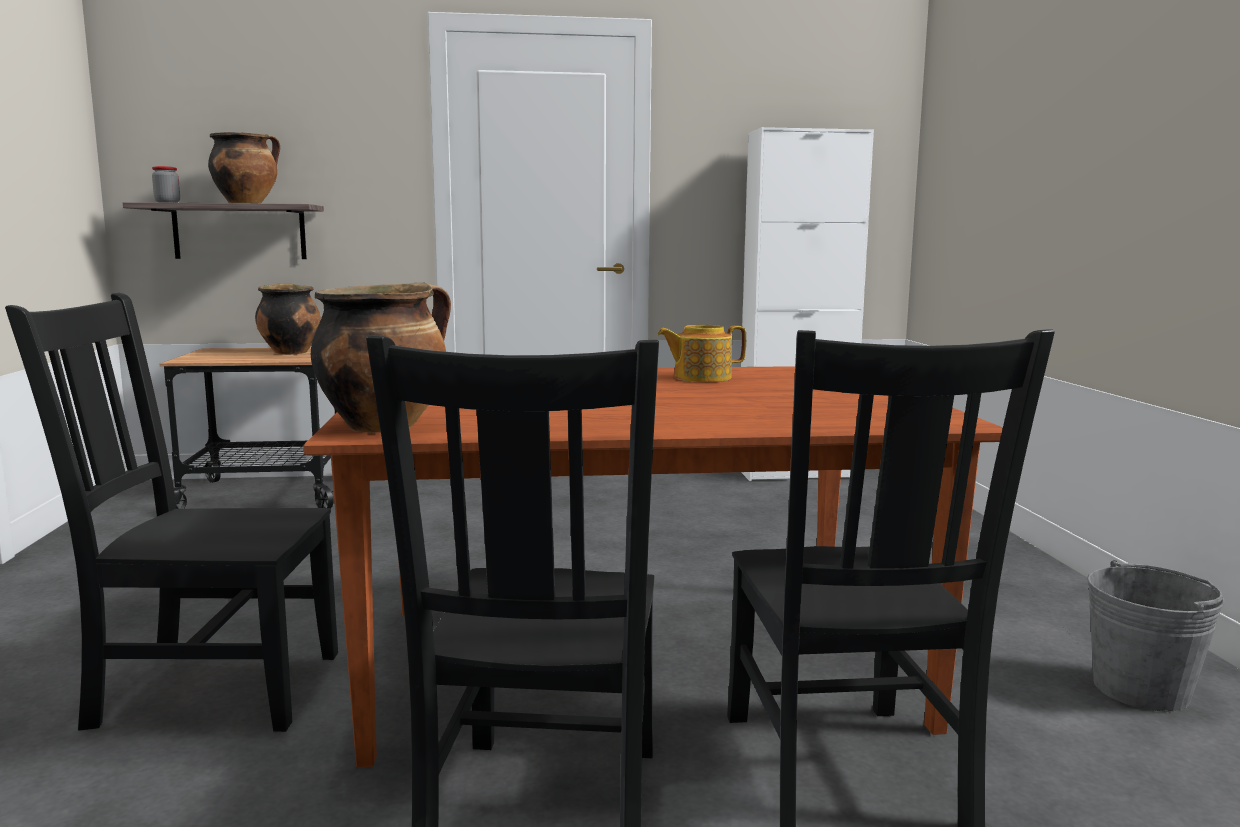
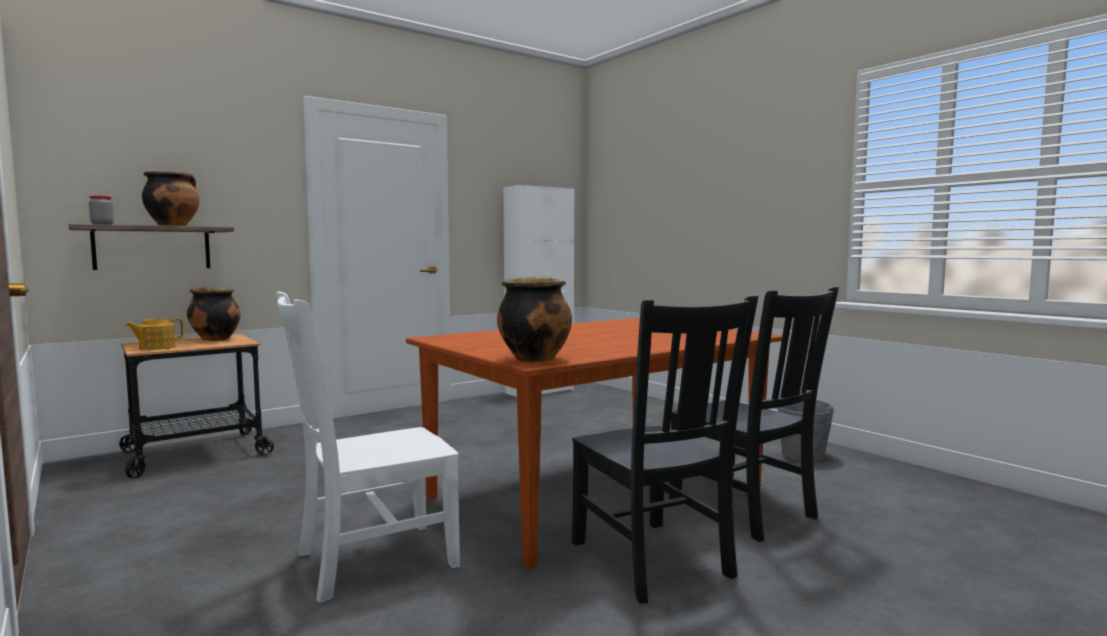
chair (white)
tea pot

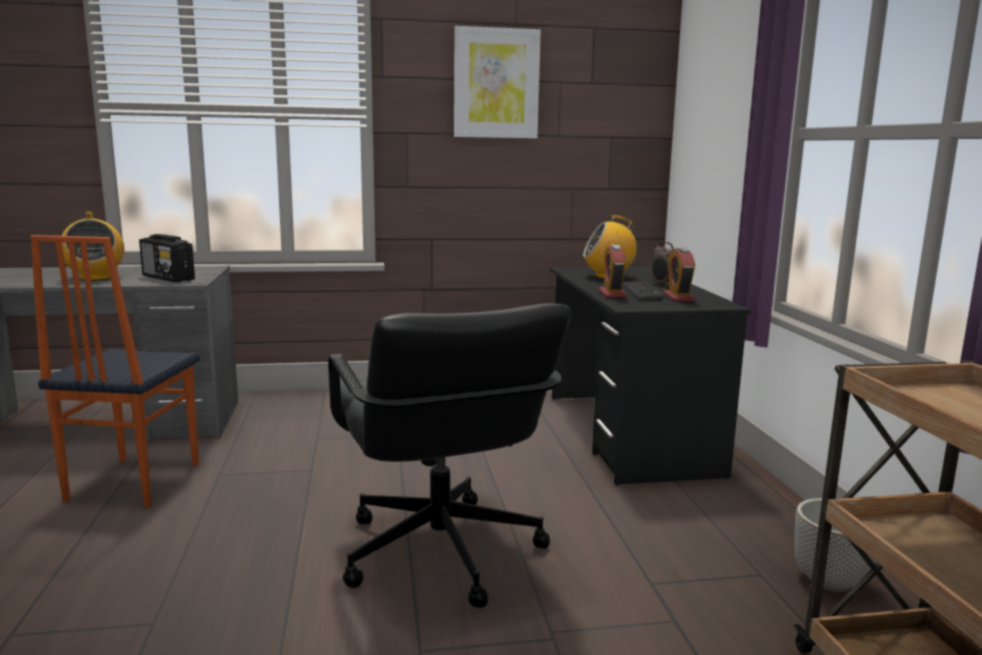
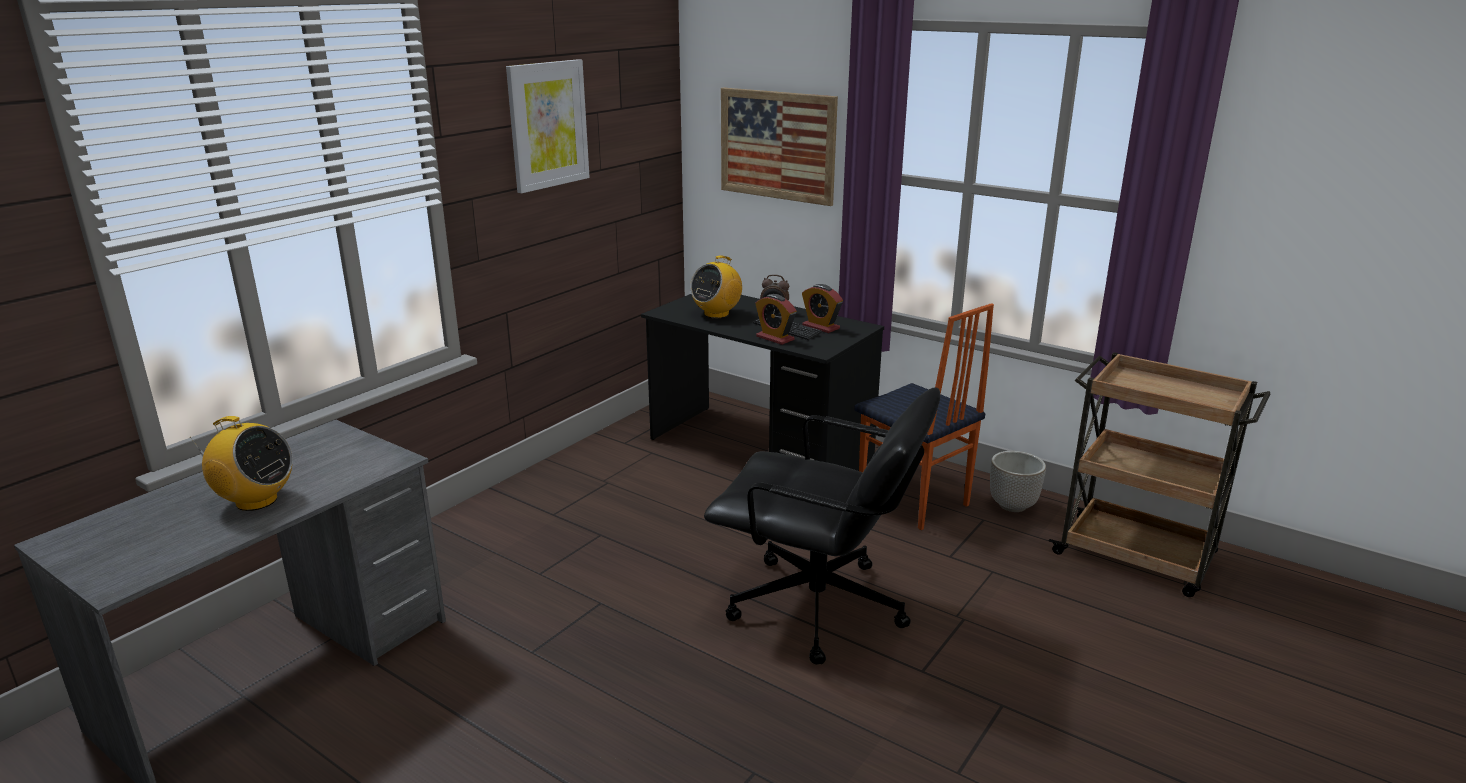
chair
radio set (2nd from left in the first image)
wall picture (2nd from left)

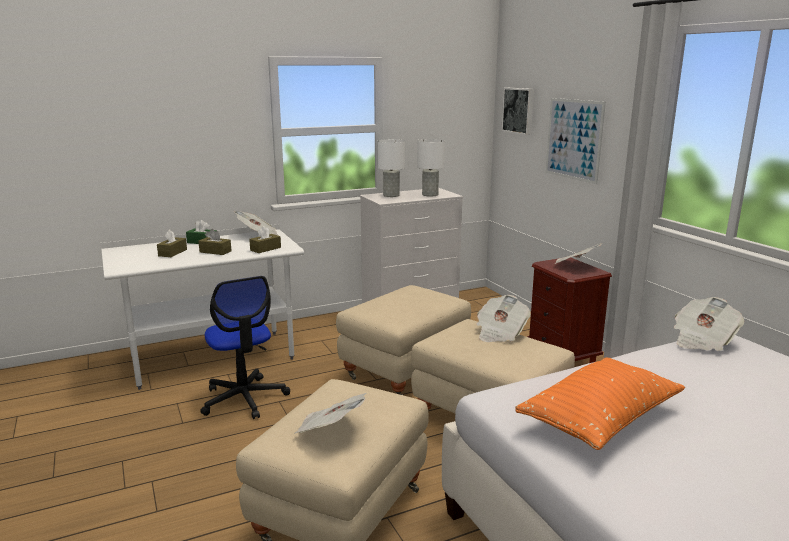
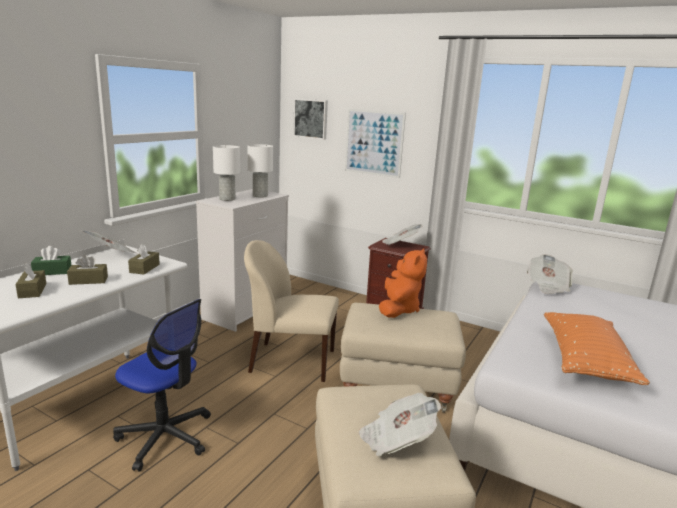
chair (beige)
soft toy (orange-coloured)

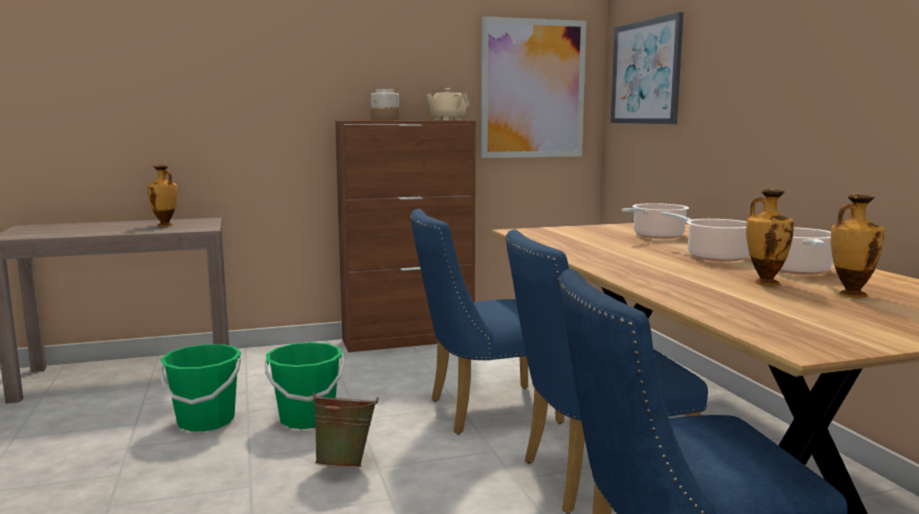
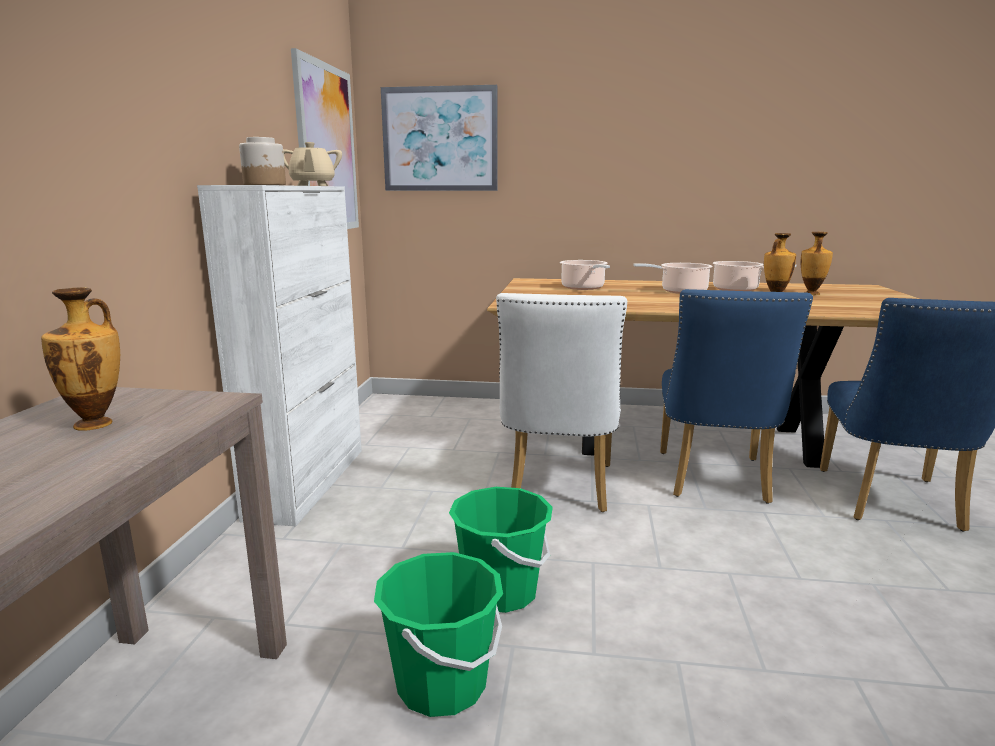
pail (green) (3rd from left in the first image)
cupboard (white)
chair (white)

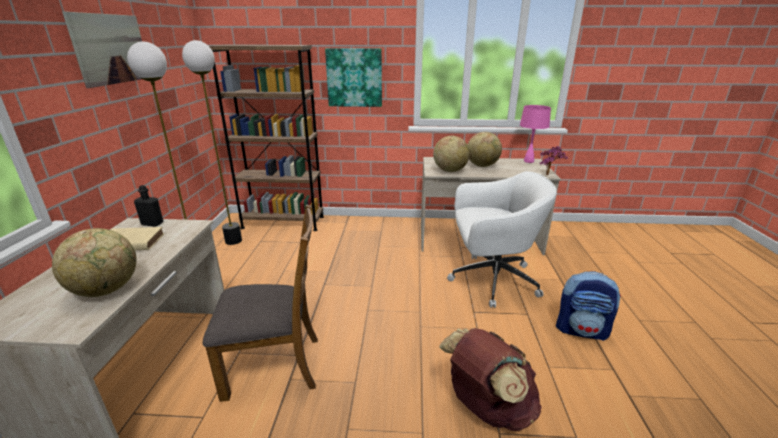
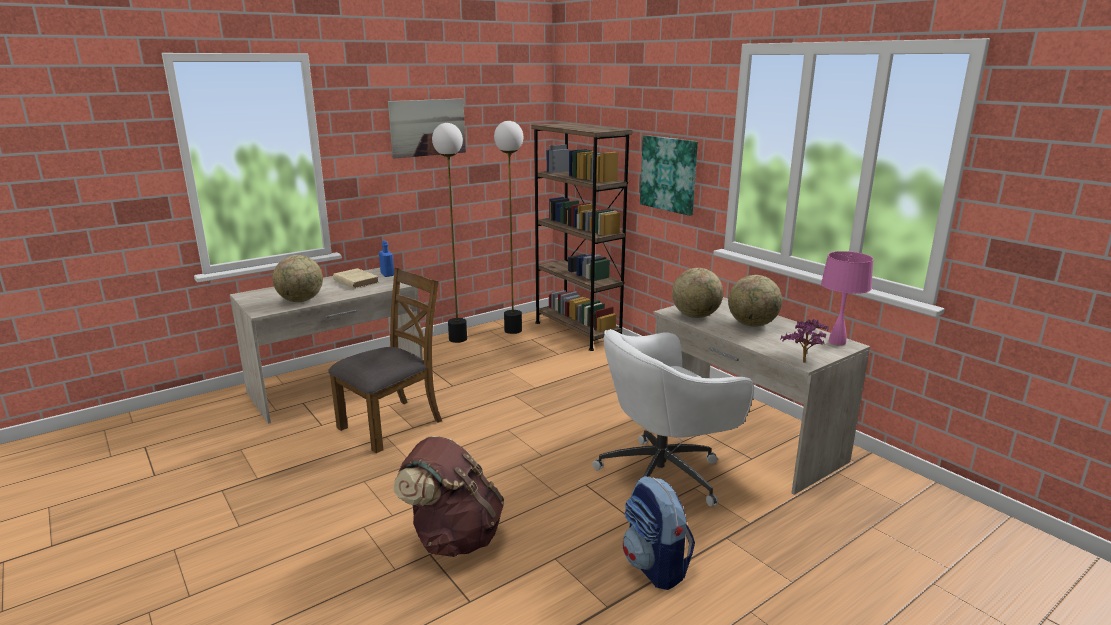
bottle (bluish)
chair (brown-coloured)
computer chair (white)

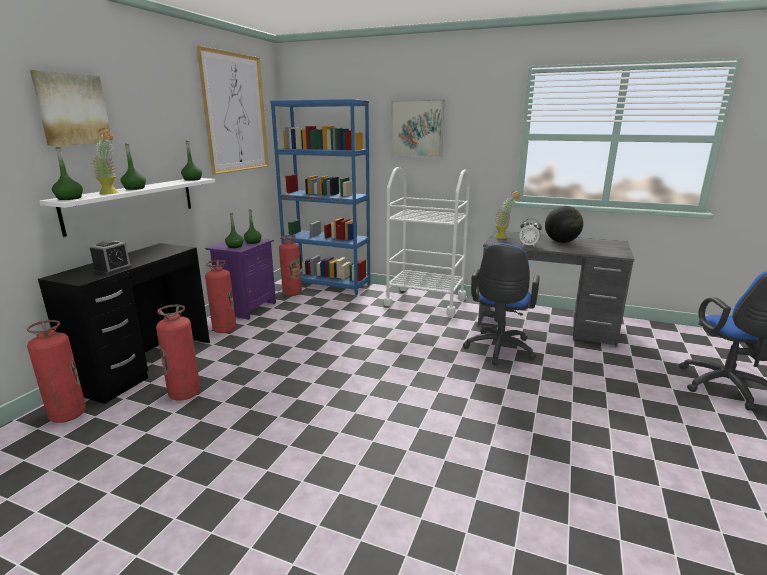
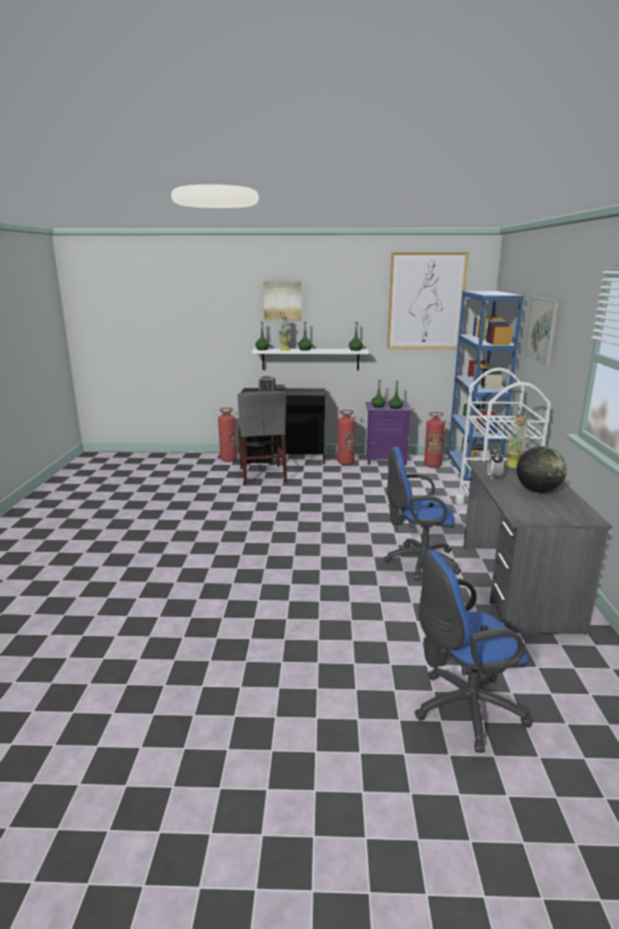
chair (grey)

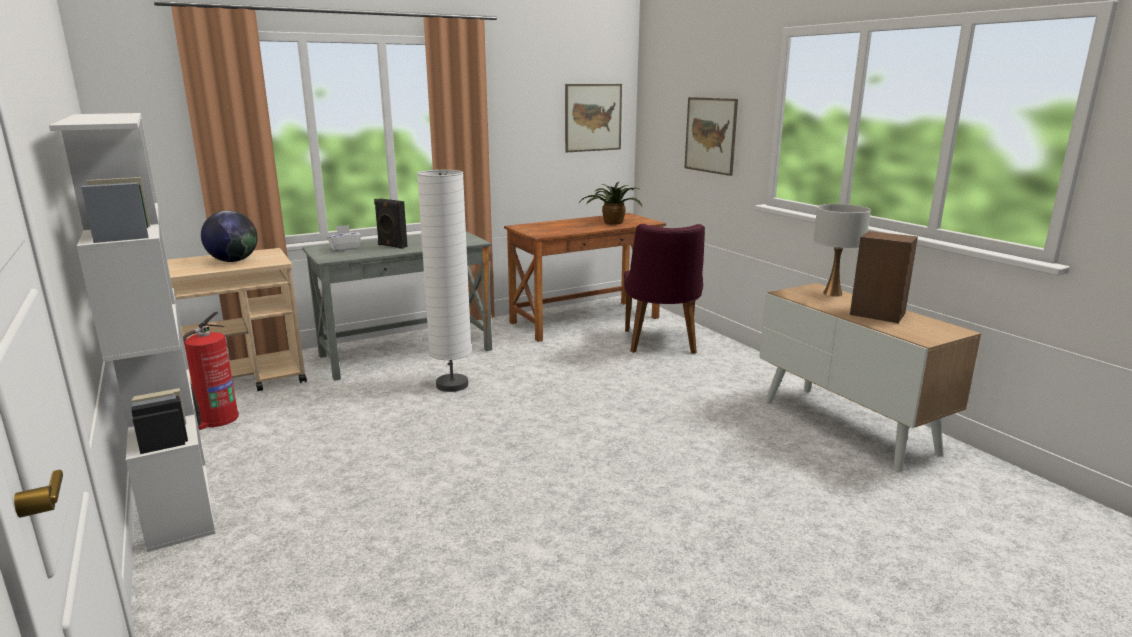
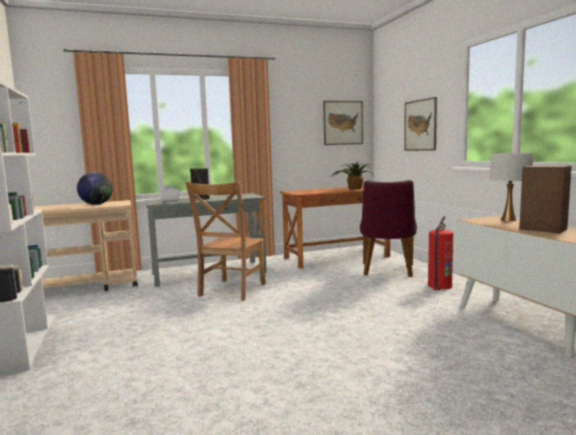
extinguisher
chair (brown-coloured)

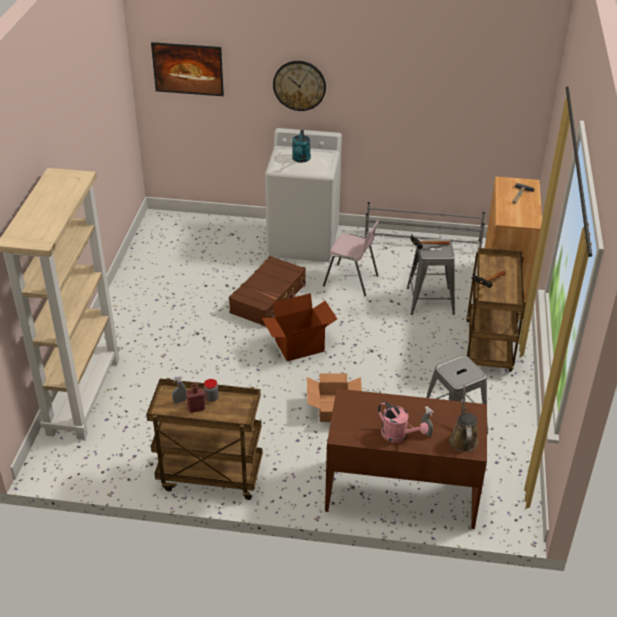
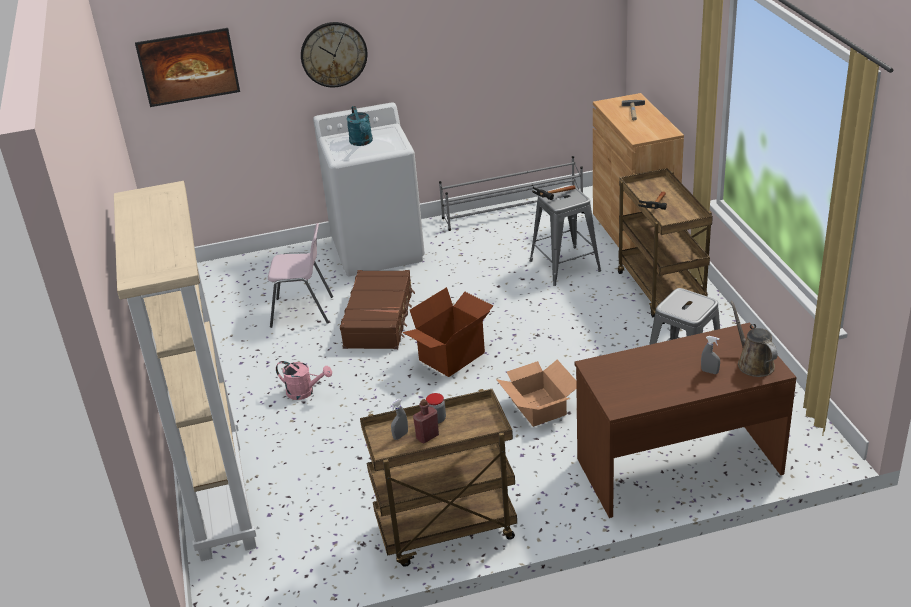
chair (pink-coloured)
sprinkling can (pink-coloured)

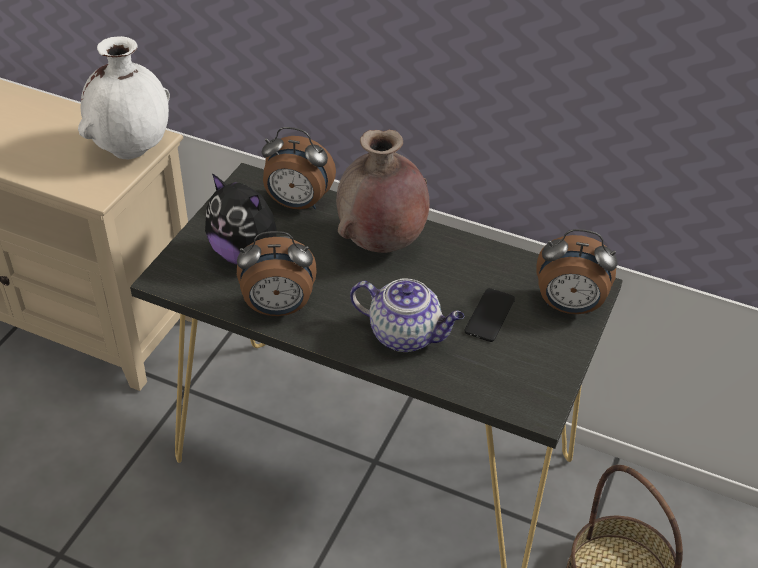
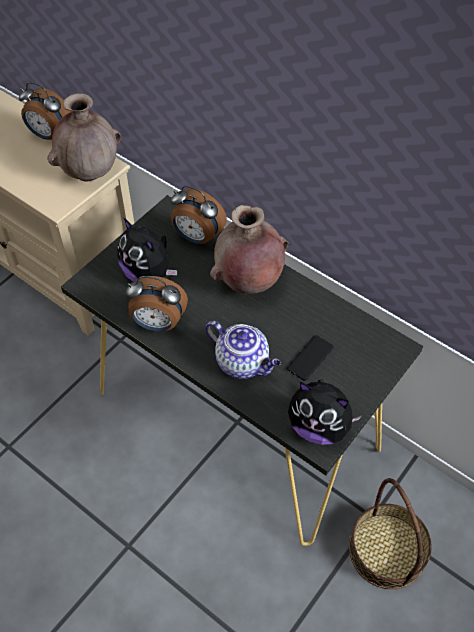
vase (brown-coloured) (1st from left)
table clock (1st from left)
soft toy (2nd from left)

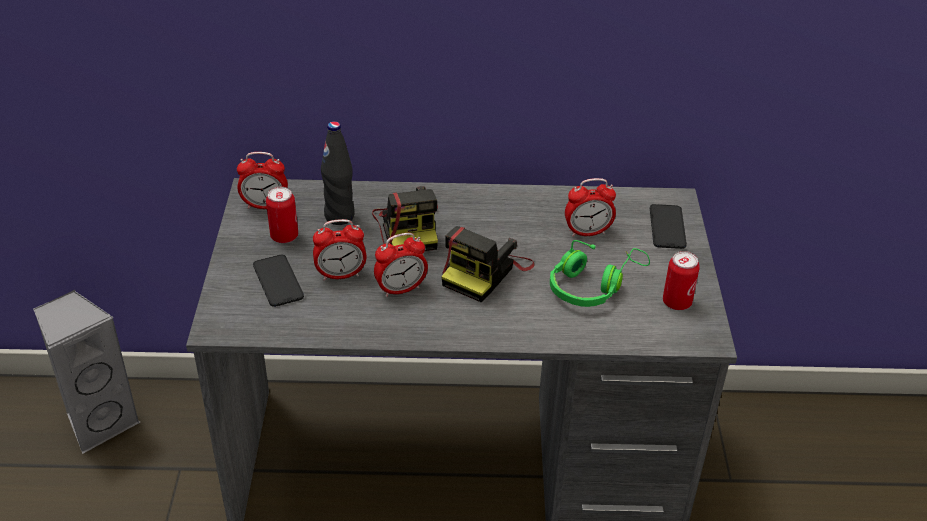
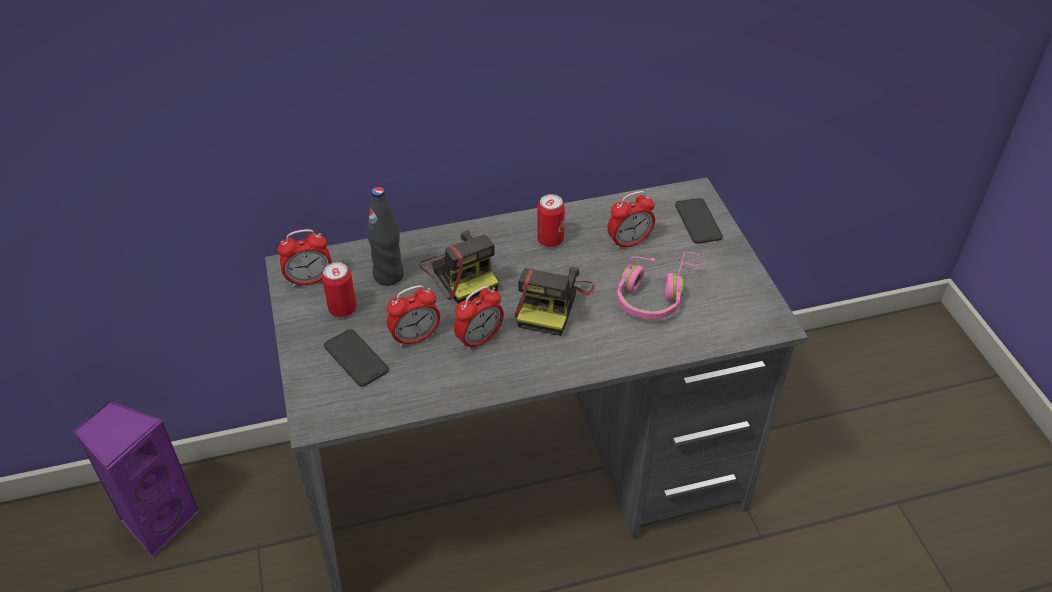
speaker (purple-coloured)
headset (pink-coloured)
metal can (2nd from left)

